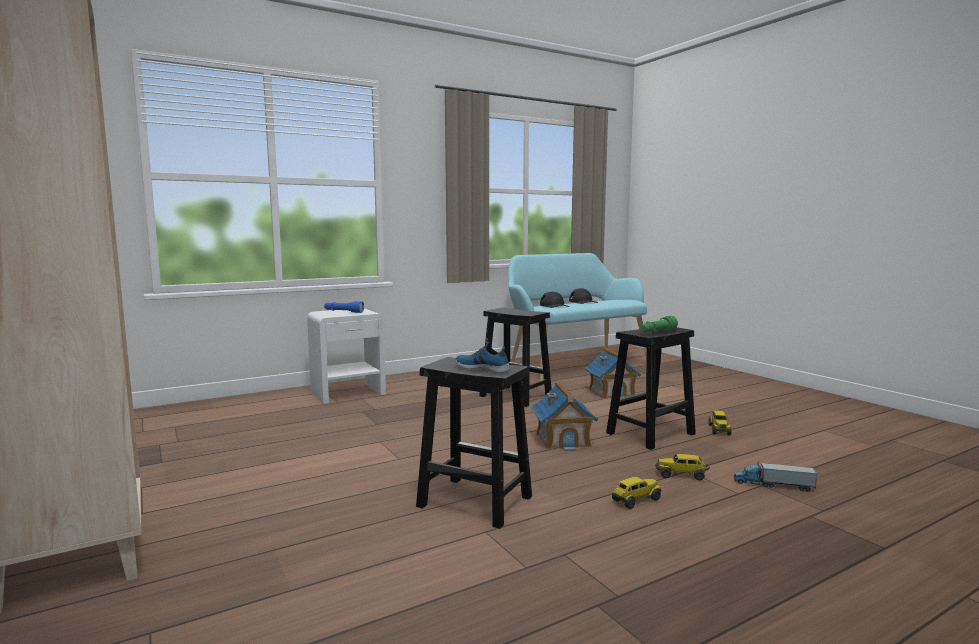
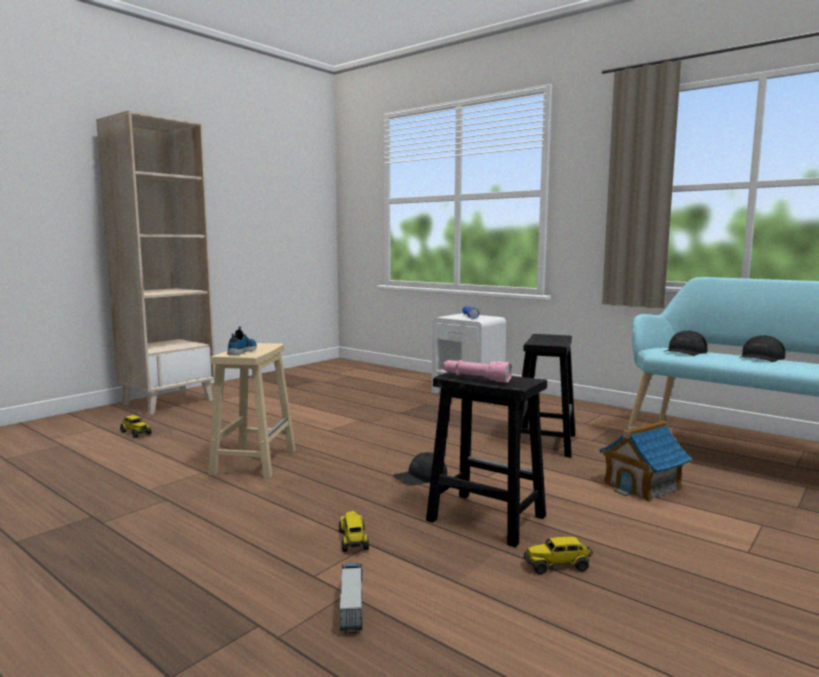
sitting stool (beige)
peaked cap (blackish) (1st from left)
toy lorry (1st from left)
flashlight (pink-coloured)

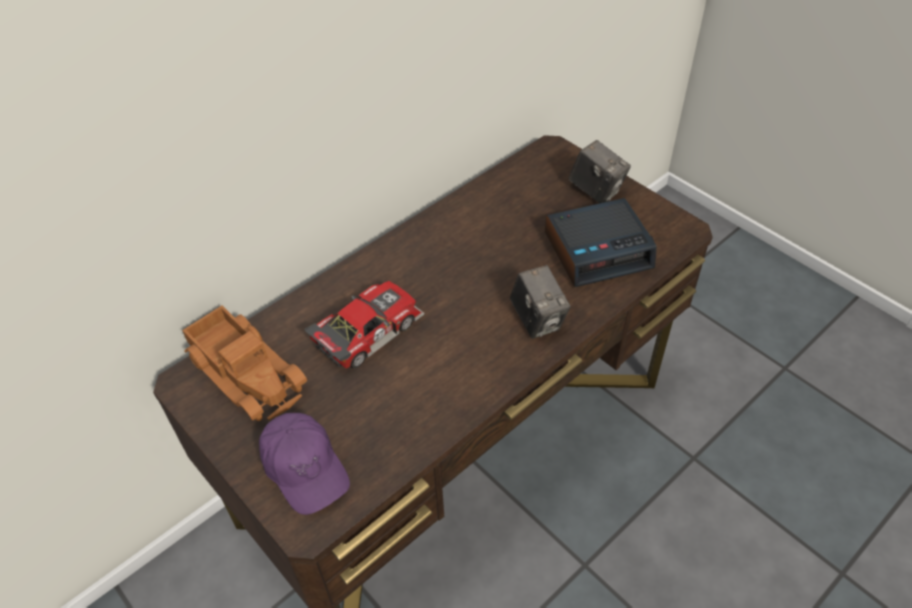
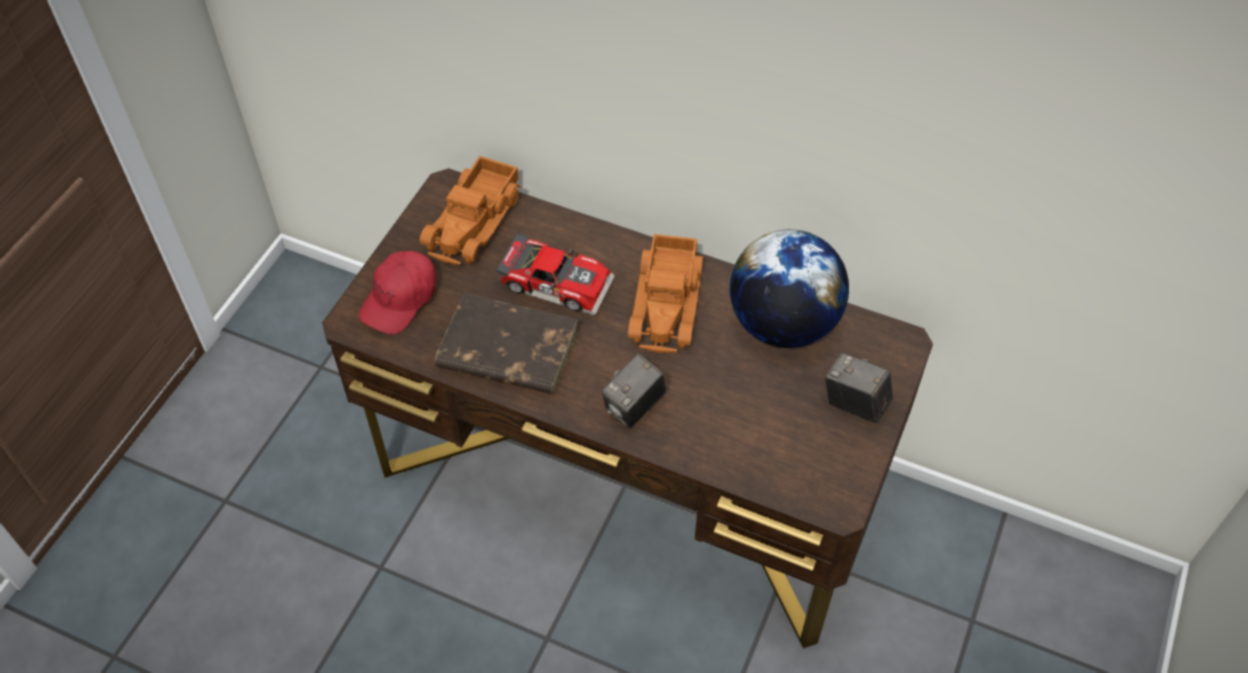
peaked cap (red-coloured)
table clock
still camera (2nd from left)
book (brown-coloured)
toy lorry (2nd from left)
globe

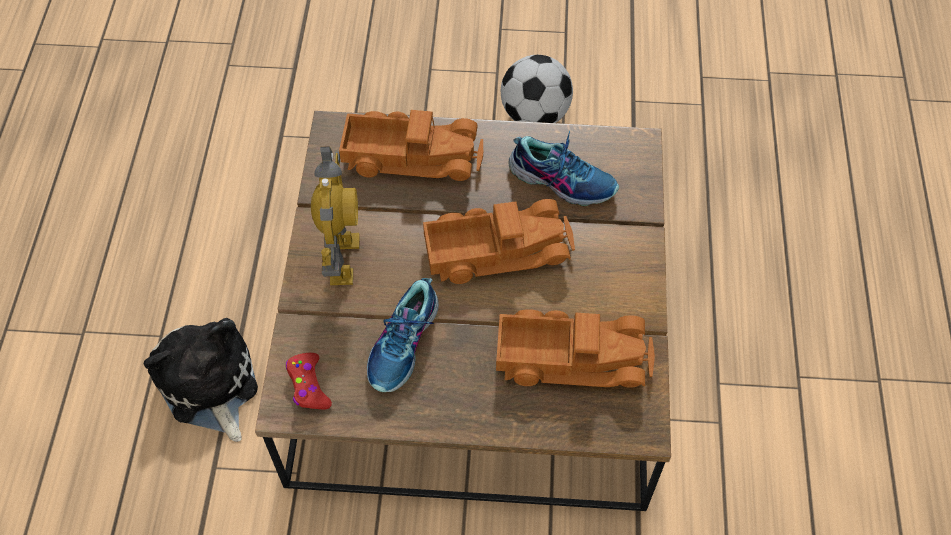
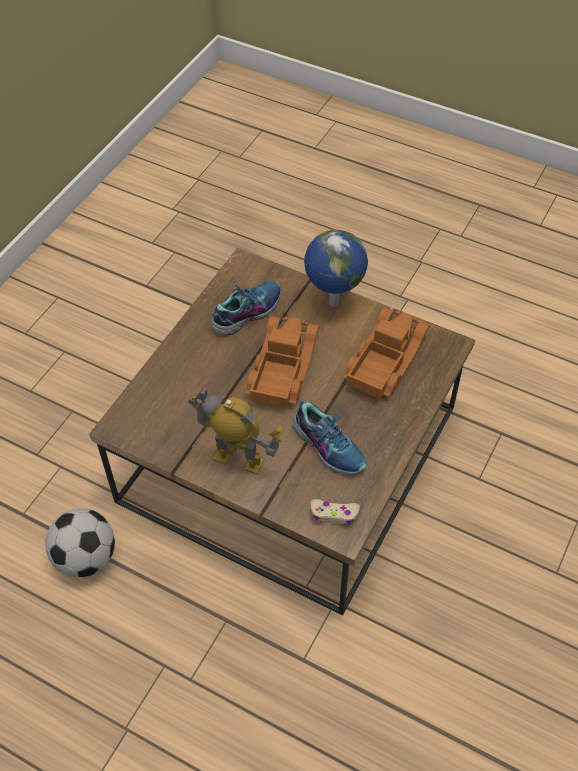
soft toy
joypad (beige)
toy lorry (1st from left in the first image)
ball for football
globe

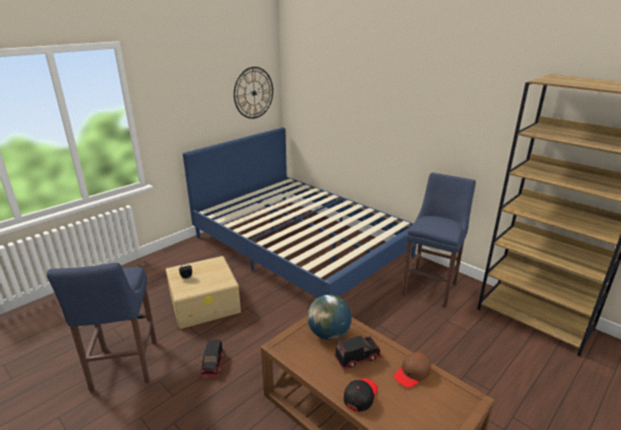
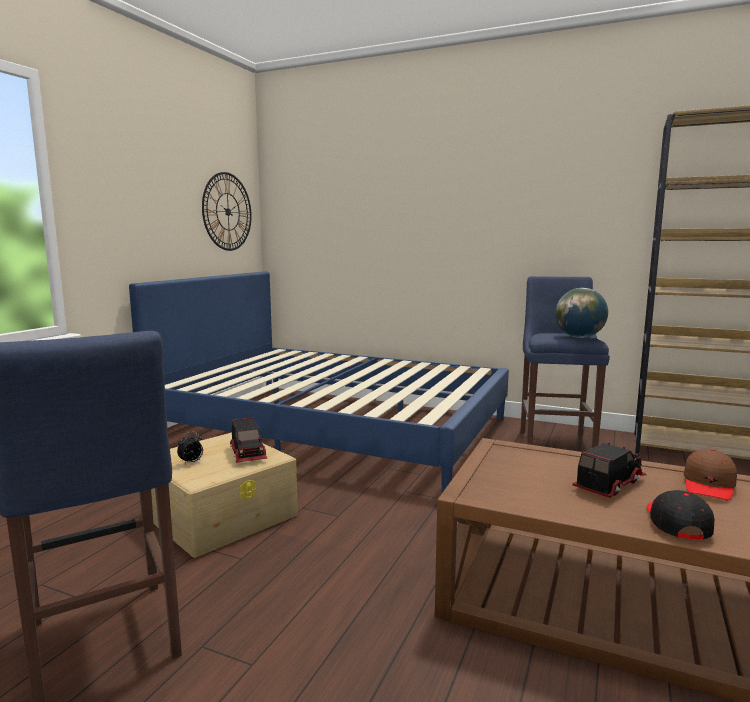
toy lorry (1st from left)
globe

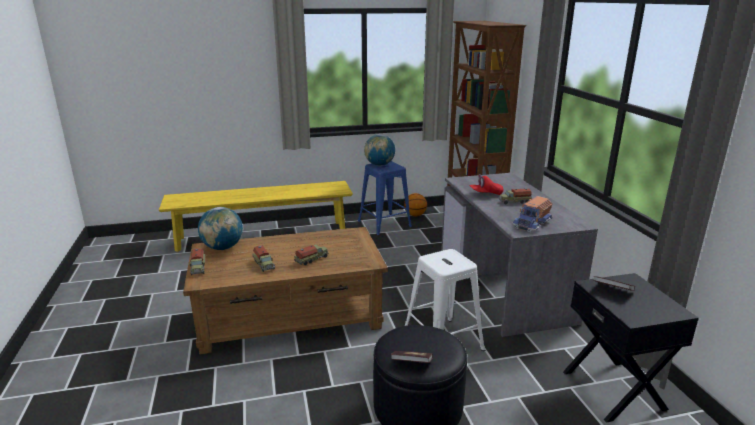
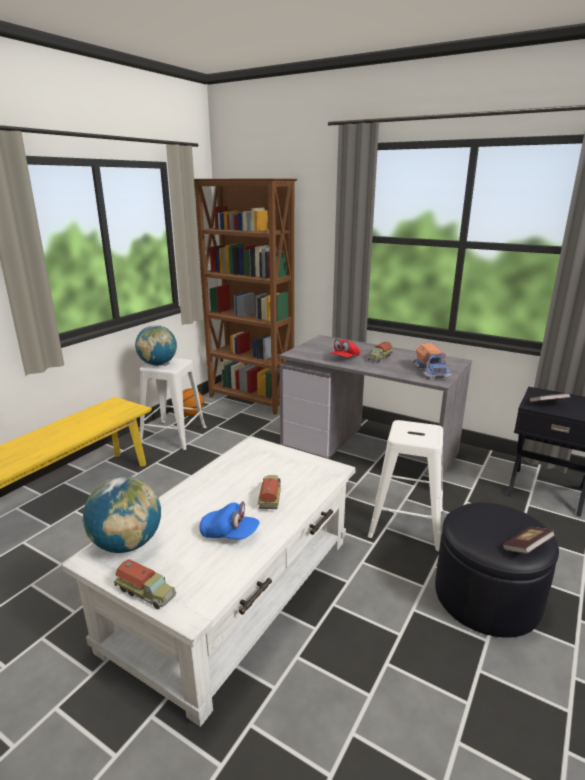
low table (white)
peaked cap (bluish)
sitting stool (white) (1st from left)

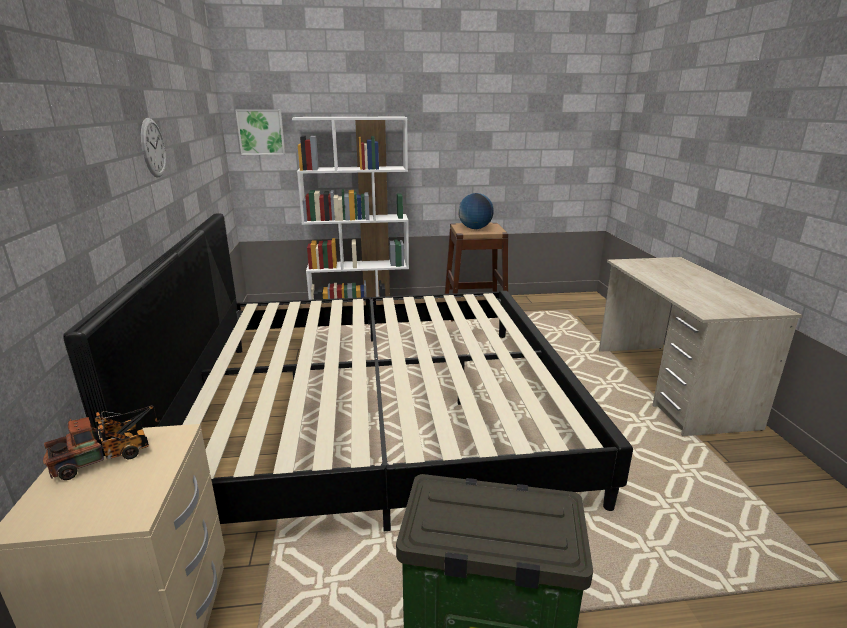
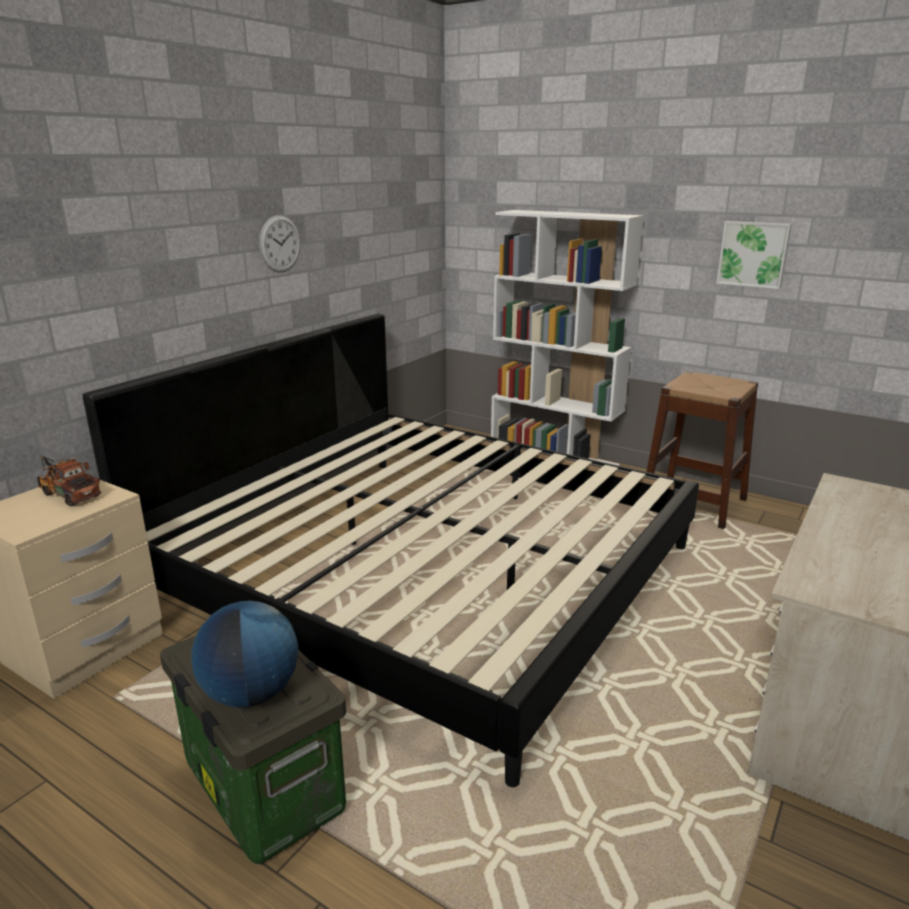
toy lorry
wall picture
globe

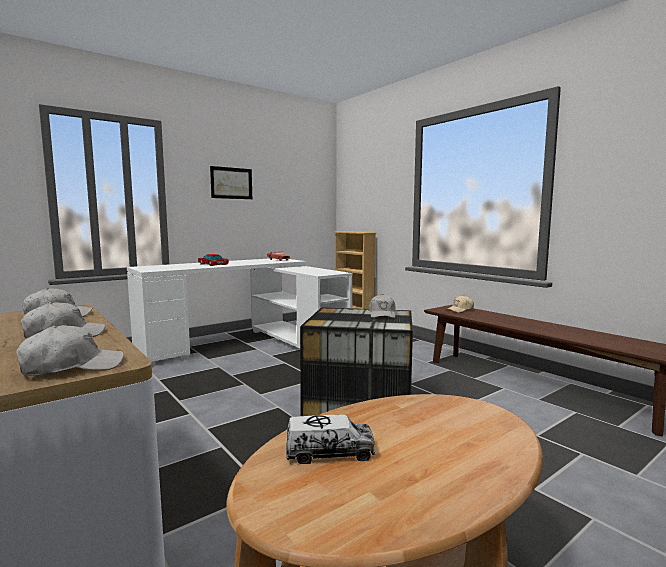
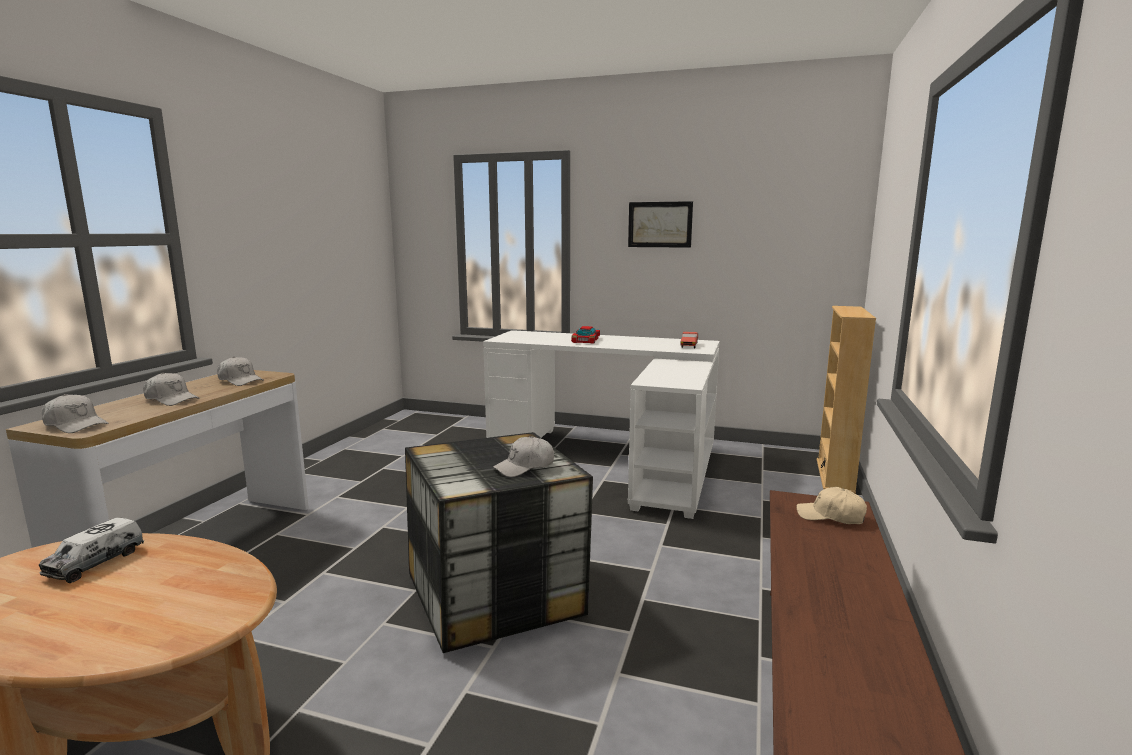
toy lorry

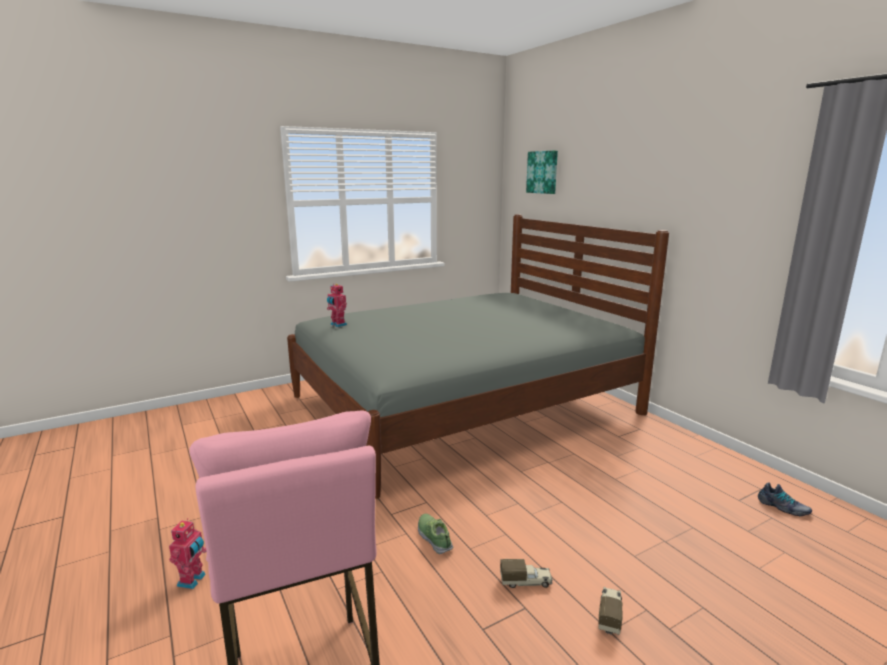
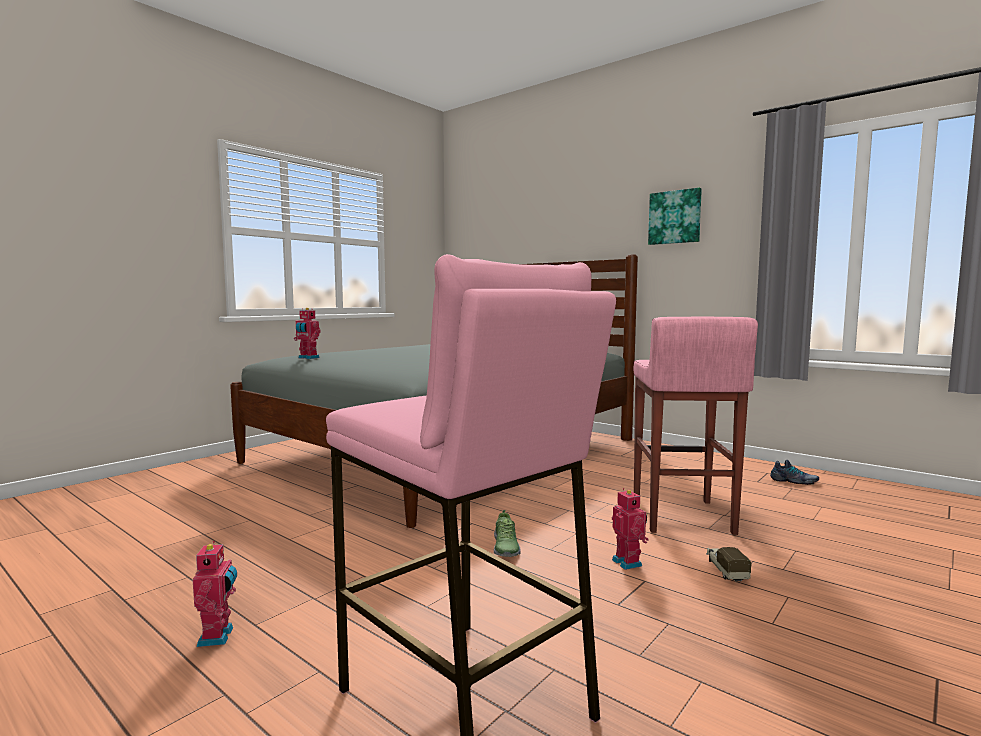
shoe (1st from left)
toy robot (3rd from left)
wall picture
sitting stool (pink-coloured) (2nd from left)

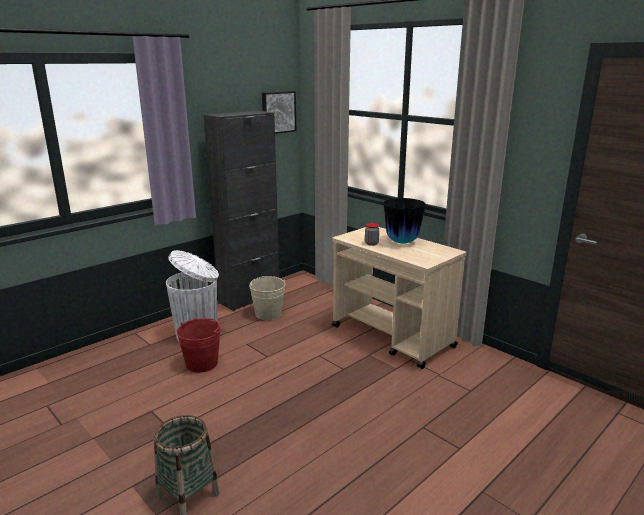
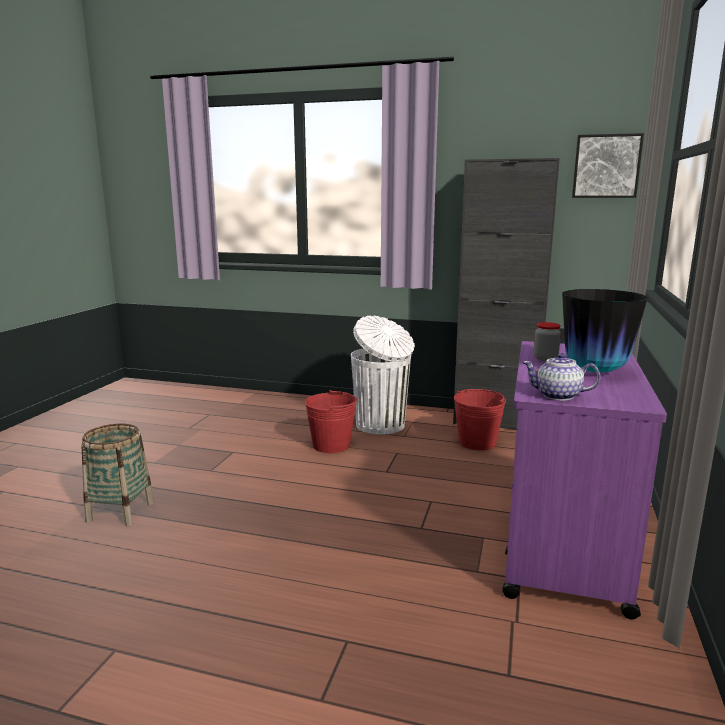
pail (red-coloured) (2nd from left)
trolley (purple-coloured)
tea pot

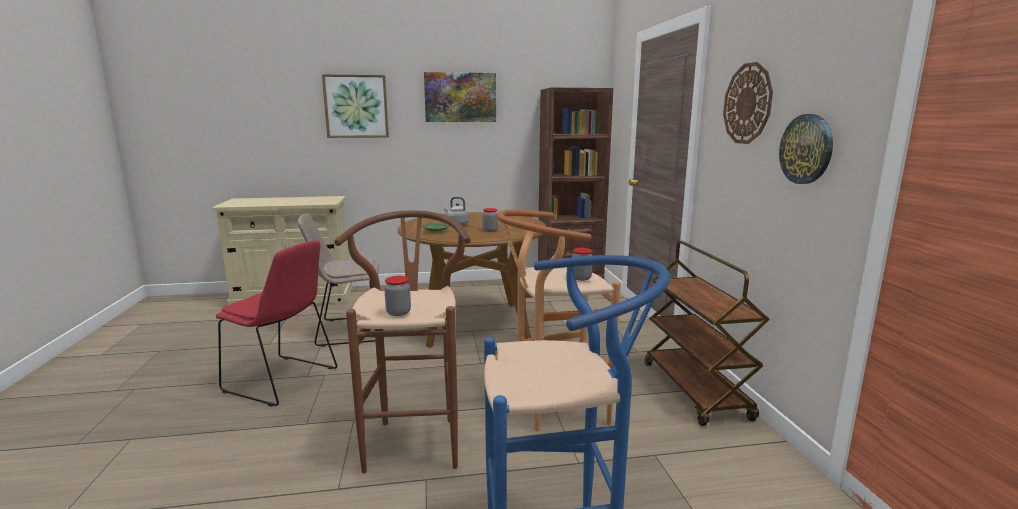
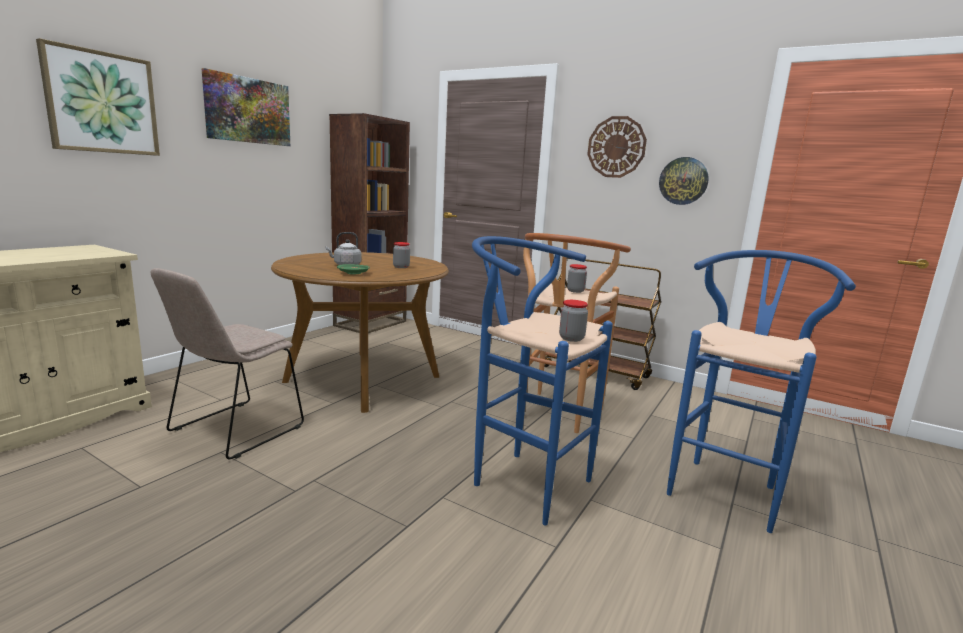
chair (red-coloured)
sitting stool (bluish) (1st from left)

